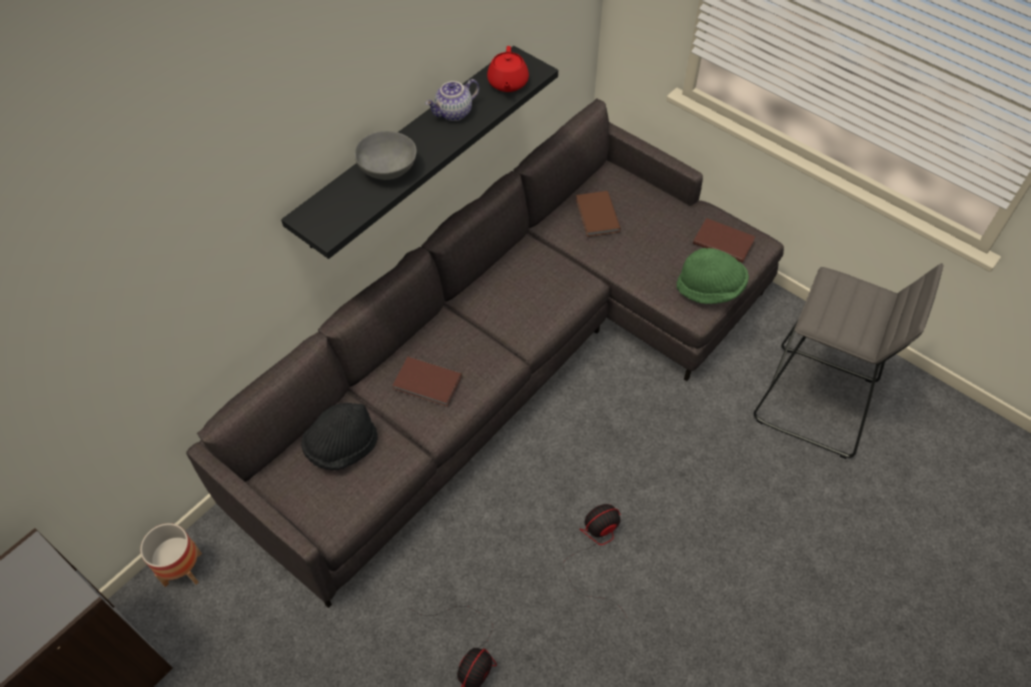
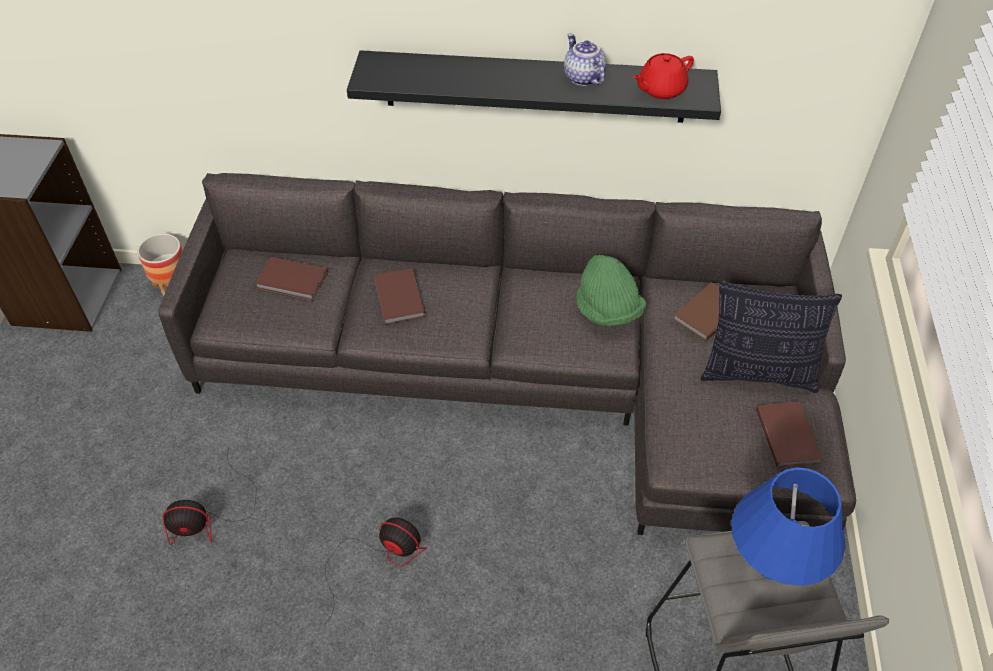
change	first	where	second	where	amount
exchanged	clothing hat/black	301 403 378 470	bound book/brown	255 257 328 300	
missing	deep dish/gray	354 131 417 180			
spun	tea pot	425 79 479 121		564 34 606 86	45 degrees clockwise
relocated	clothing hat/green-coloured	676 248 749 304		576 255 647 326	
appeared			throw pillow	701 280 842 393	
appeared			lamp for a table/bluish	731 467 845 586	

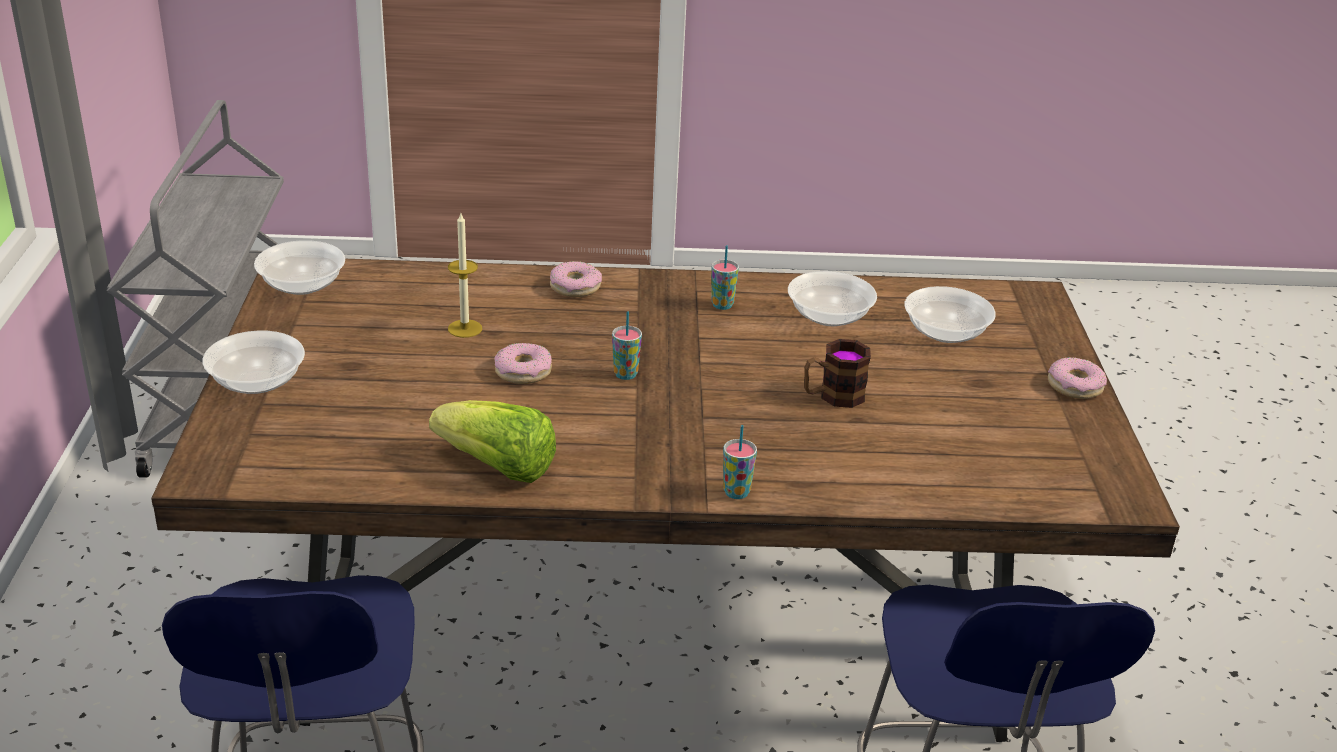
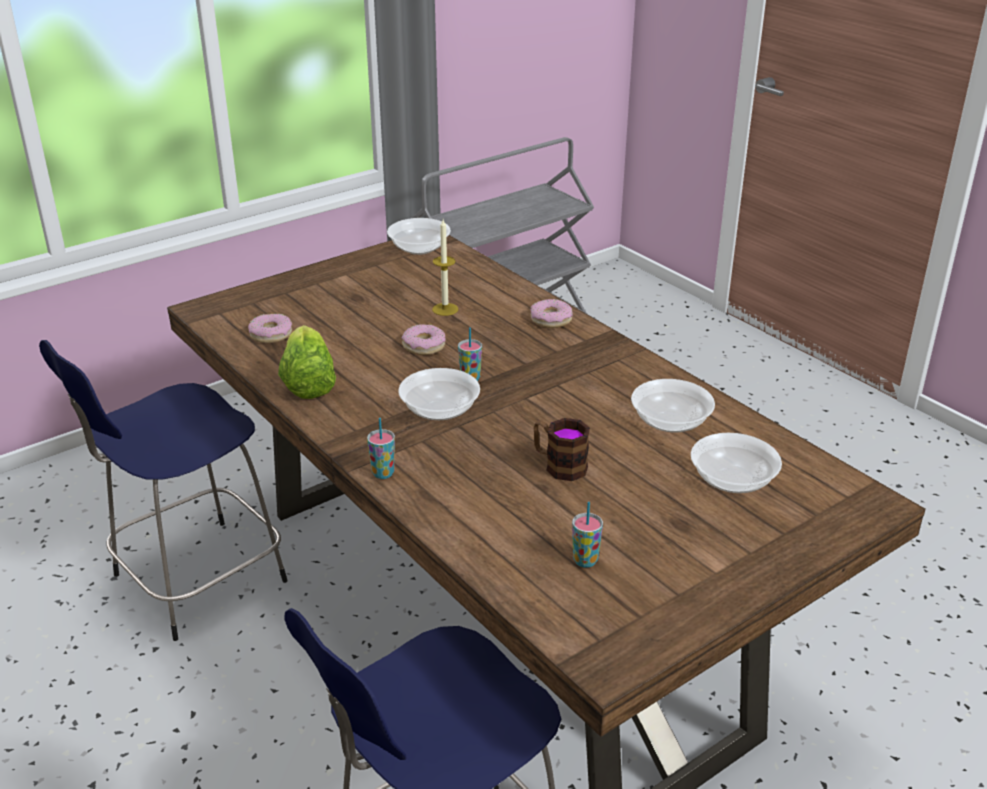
change	first	where	second	where	amount
relocated	deep dish	203 331 305 394		398 368 480 420	
relocated	small cup	711 246 739 310		572 502 603 568	
relocated	ring doughnut	1048 357 1107 399		248 314 292 343	

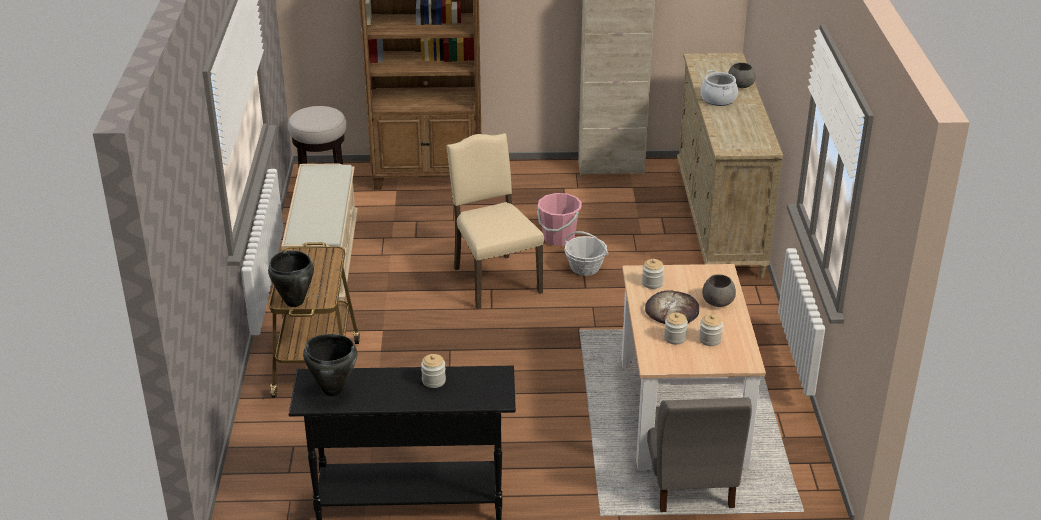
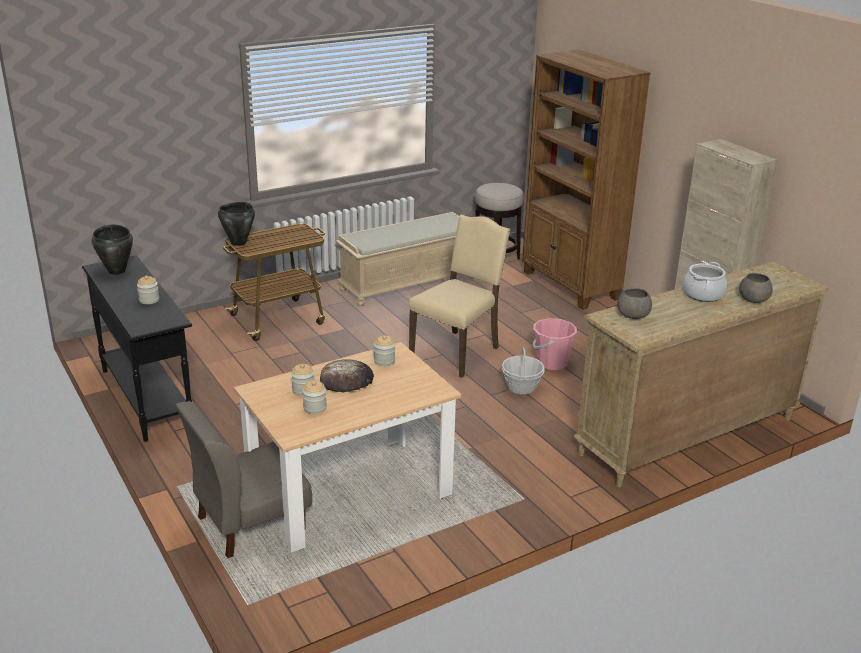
change	first	where	second	where	amount
relocated	deep dish/gray	702 274 736 307		617 288 652 319	

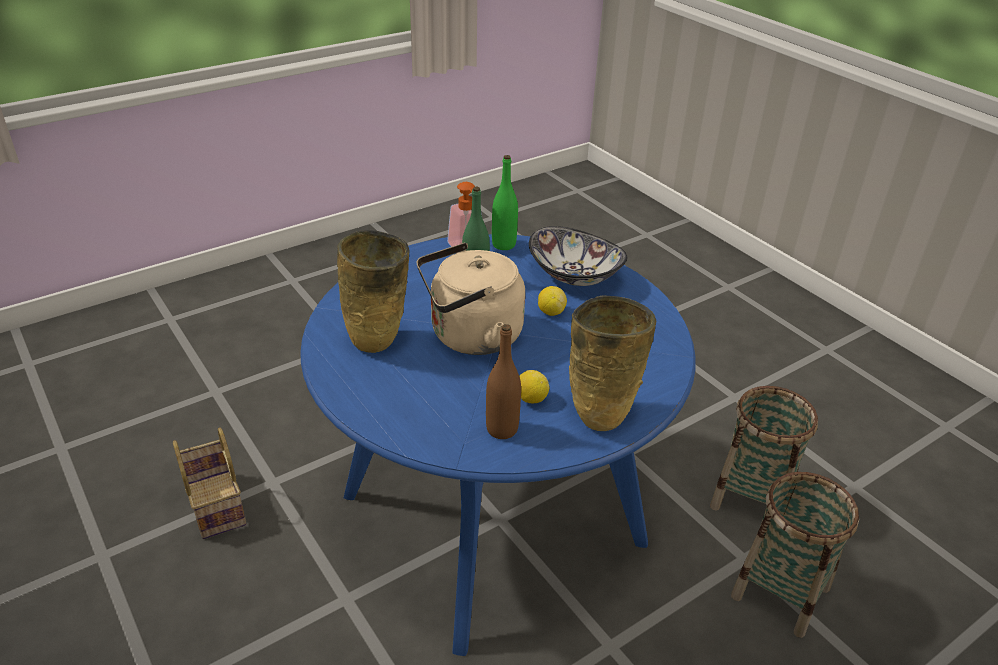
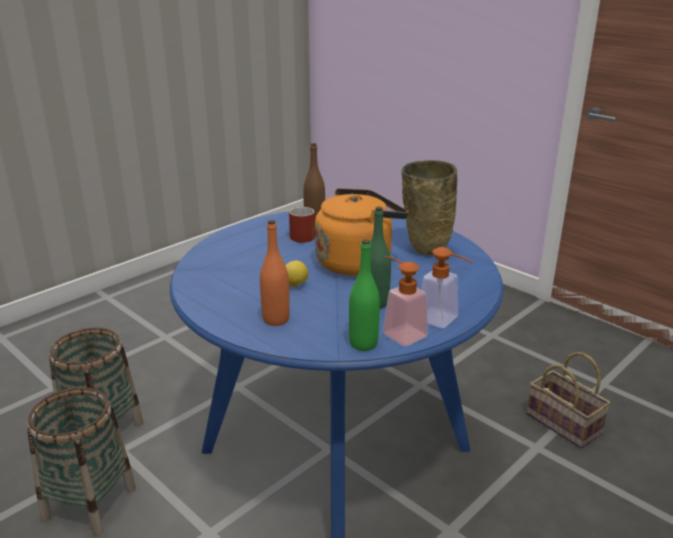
change	first	where	second	where	amount
colour	kettle/beige-coloured	417 243 525 355	kettle/orange-coloured	315 188 408 275	
exchanged	citrus fruit	519 370 549 404	coffee mug/red-coloured	289 207 315 243	
exchanged	deep dish	529 226 627 286	drink bottle/orange-coloured	260 220 290 326	
missing	flower vase/beige-coloured	569 295 656 431			
appeared			soap dispenser	421 247 473 328	

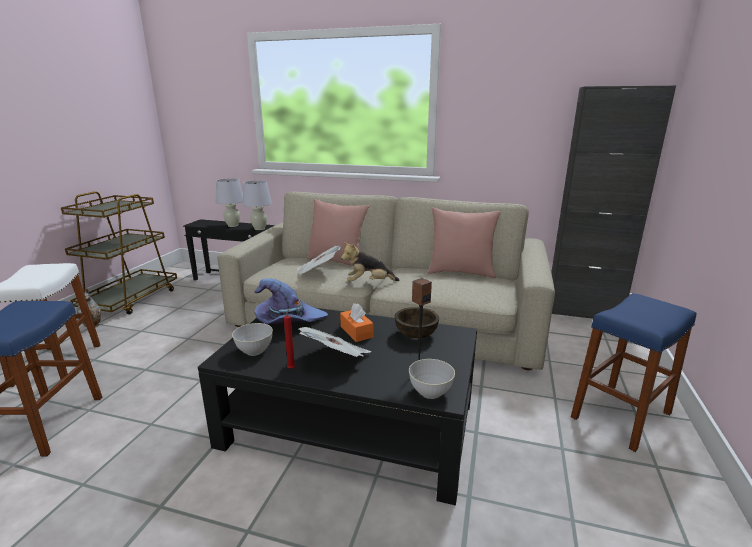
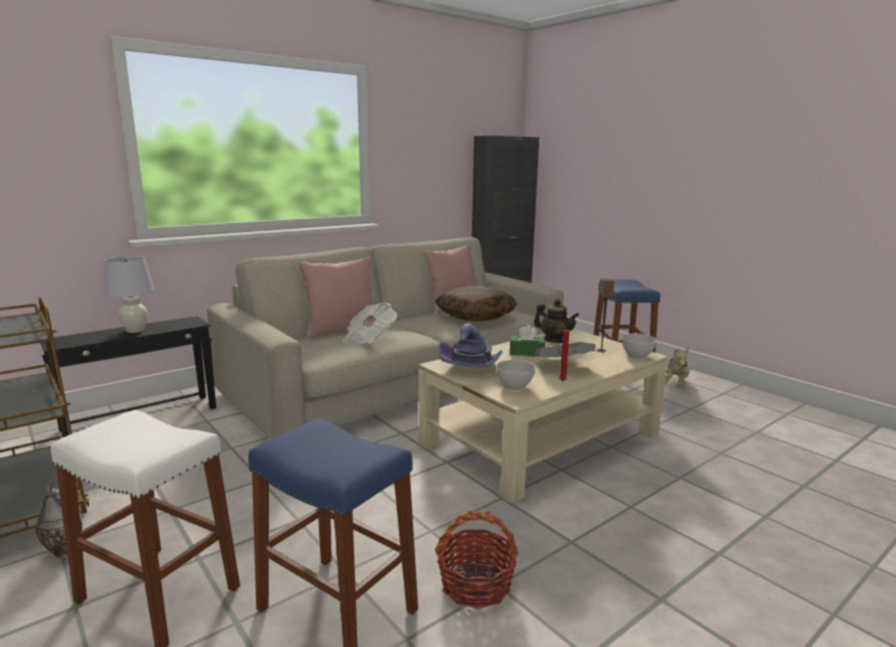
change	first	where	second	where	amount
colour	coffee table/black	198 308 477 506	coffee table/beige-coloured	419 329 668 503	
missing	lamp for a table/white	243 180 272 230			
colour	tissue holder/orange-coloured	340 303 373 342	tissue holder/green-coloured	510 325 545 356	
relocated	soft toy	341 242 400 282		665 348 690 386	
exchanged	deep dish/brown	395 307 439 338	tea pot	534 299 579 343	
appeared			storage basket	434 510 518 609	
appeared			throw pillow	435 286 517 321	

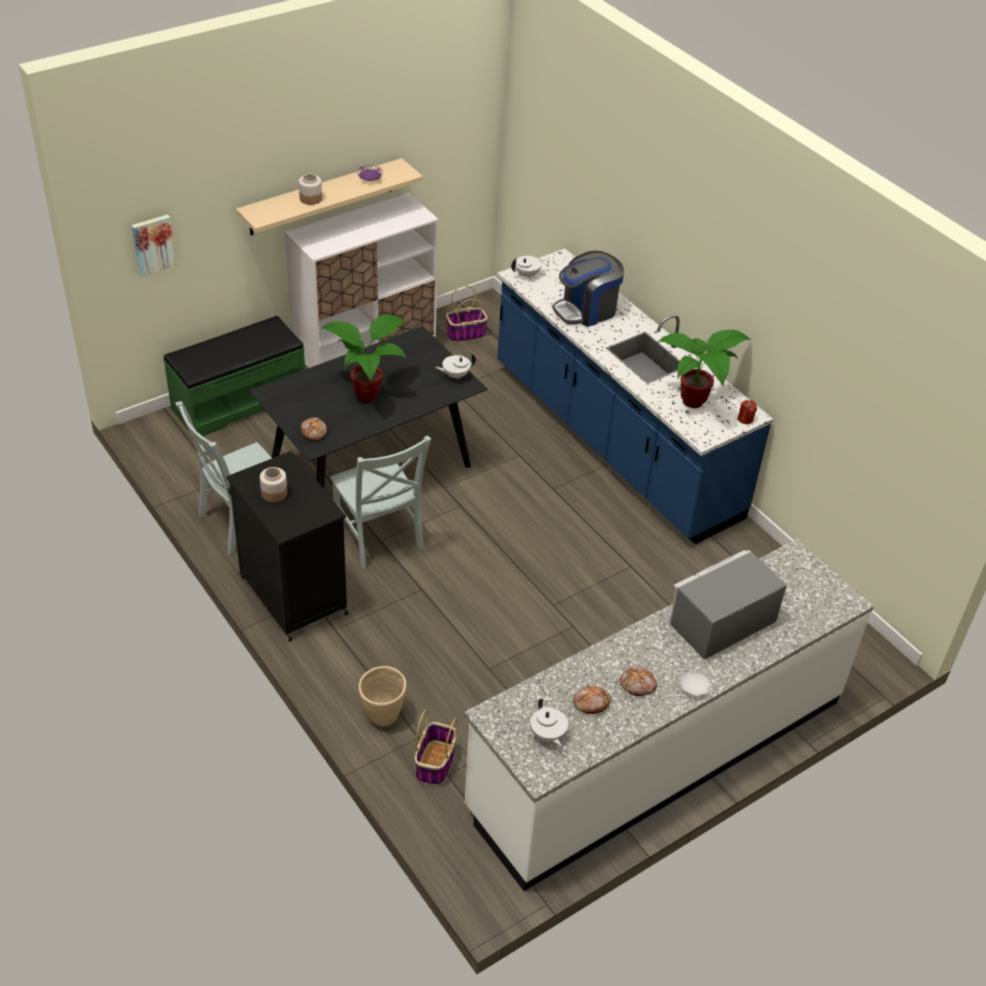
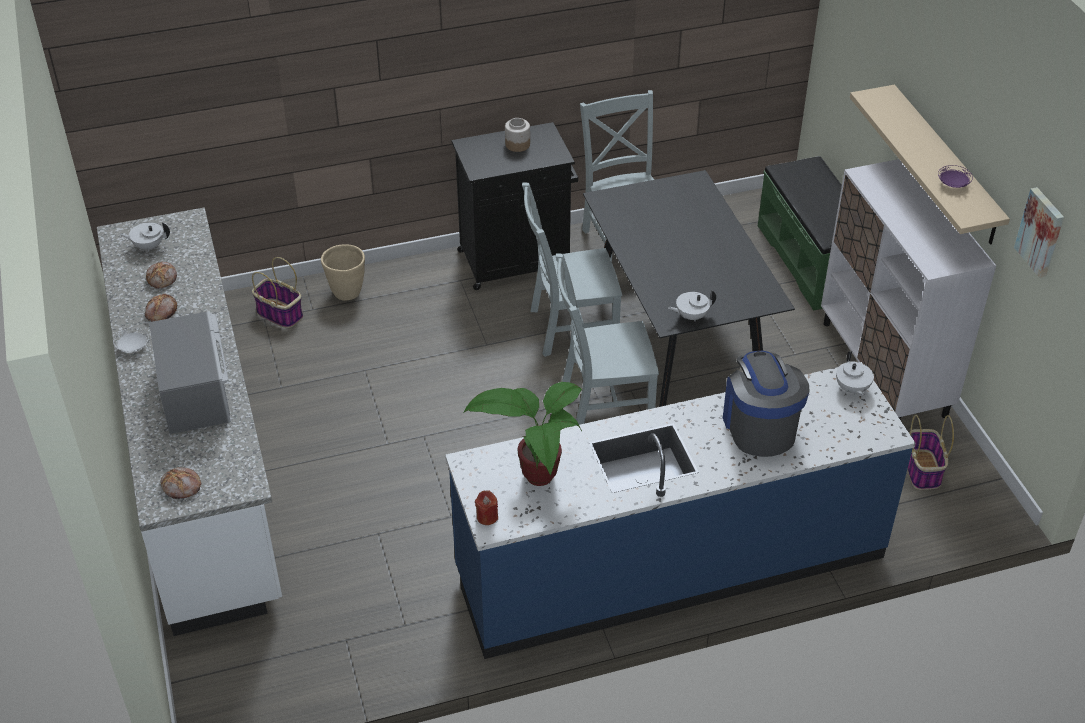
change	first	where	second	where	amount
relocated	picture	132 214 177 277		1014 187 1064 278	
missing	jar	299 174 322 205			
relocated	baked bread	301 417 327 441		160 467 201 499	
missing	plant in a pot	321 315 407 403			
spun	tea pot/white	435 353 476 380		668 290 716 321	105 degrees counterclockwise
appeared			plain chair/gray	556 253 659 426	

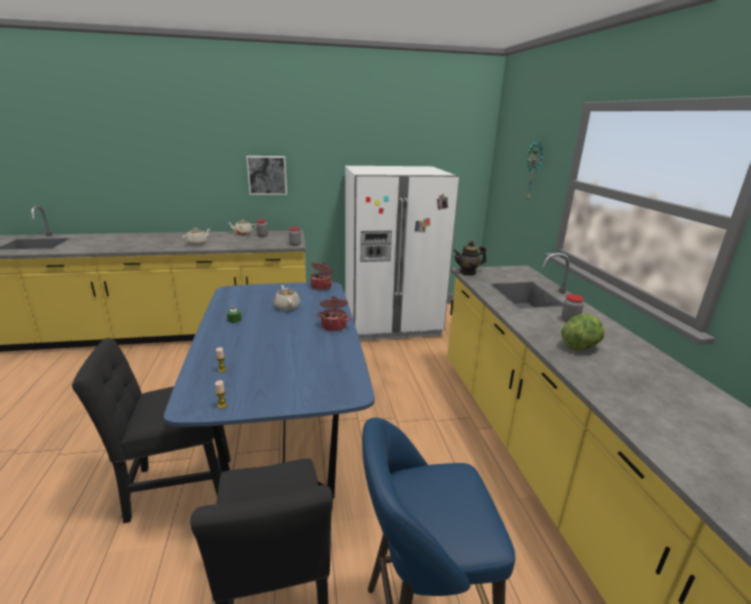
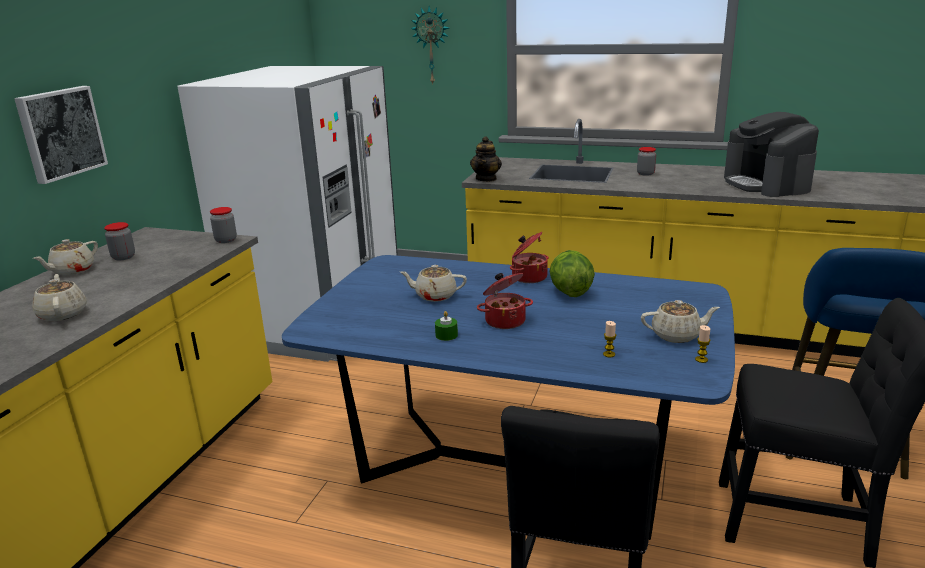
change	first	where	second	where	amount
relocated	cooking pot	311 262 333 290		477 273 533 329	
relocated	lettuce	561 314 604 350		550 250 595 297	
appeared			tea pot/beige-coloured	641 300 720 343	
appeared			coffee brewer	724 112 819 197	

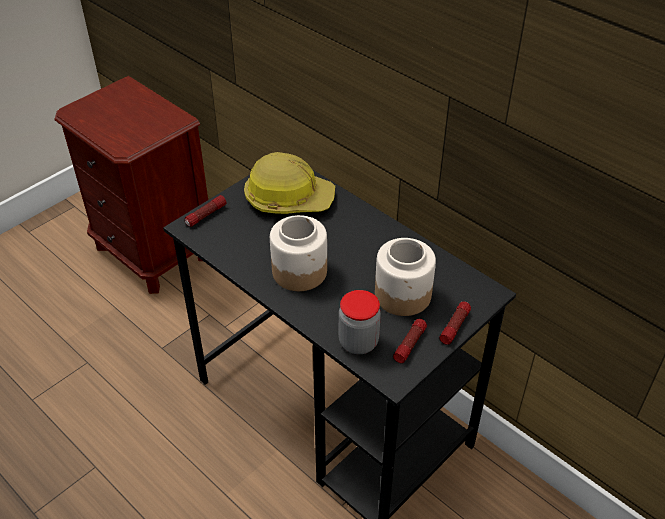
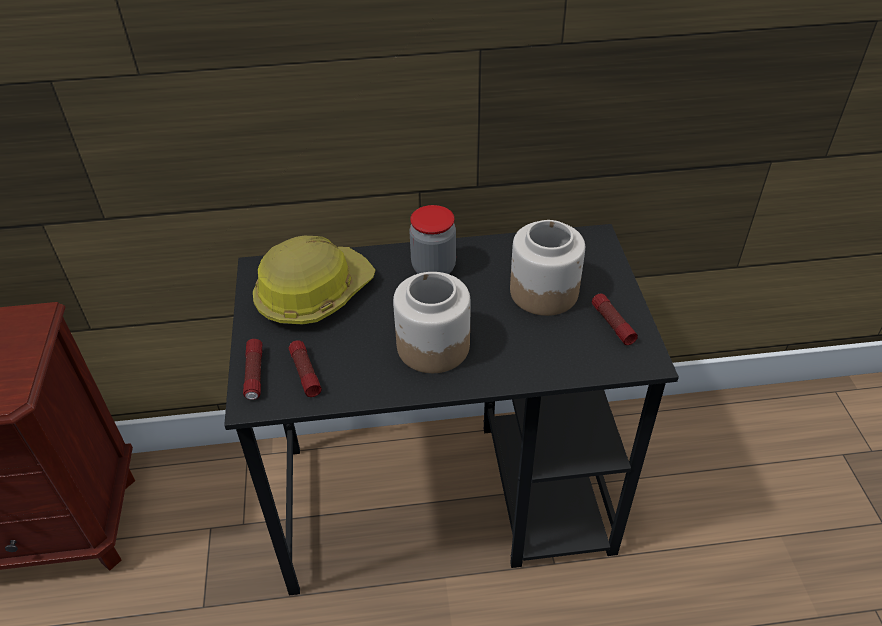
change	first	where	second	where	amount
relocated	jar	339 290 381 354		409 205 456 274	
relocated	torch	439 302 471 345		289 340 322 397	

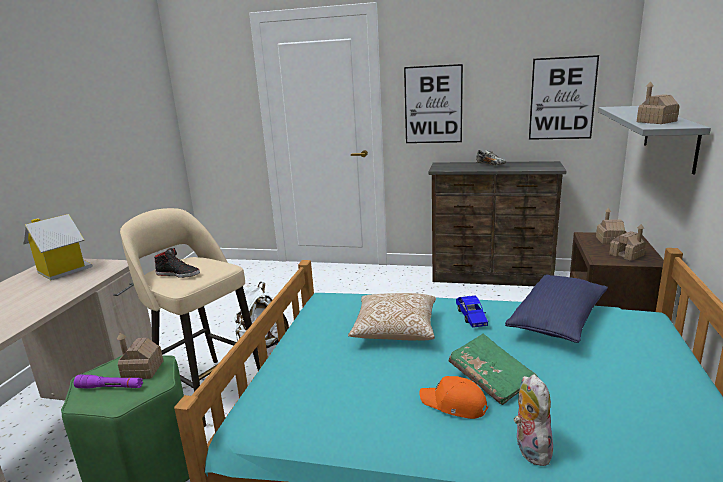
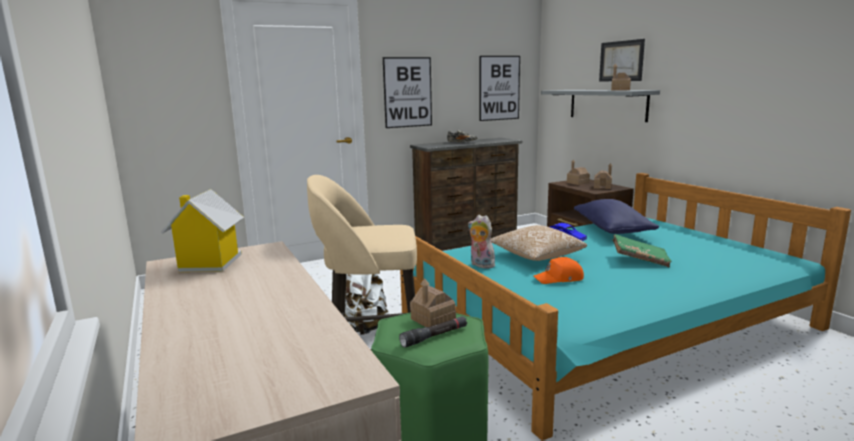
change	first	where	second	where	amount
colour	torch/purple-coloured	74 375 143 389	torch/black	399 316 467 347	
missing	low shoe/black	154 248 200 278			
relocated	peaked cap/orange-coloured	420 376 488 419		534 257 584 284	
relocated	soft toy	514 374 553 466		468 215 495 268	
appeared			picture	599 39 645 82	

